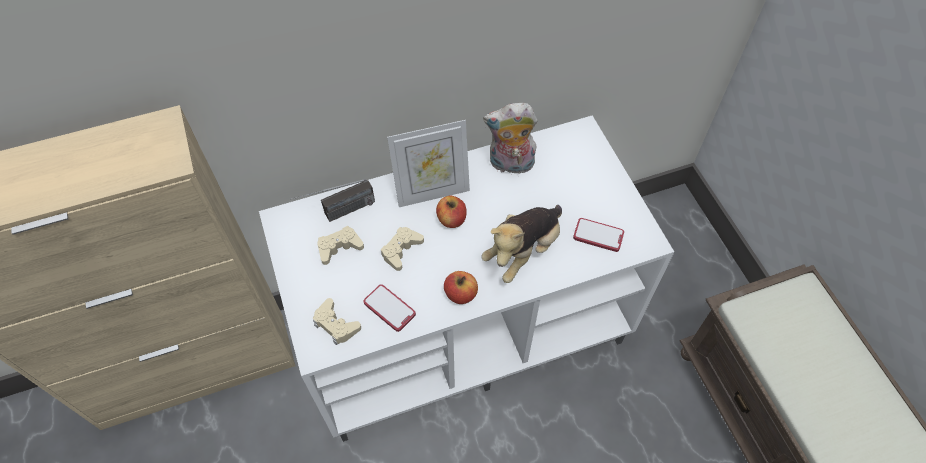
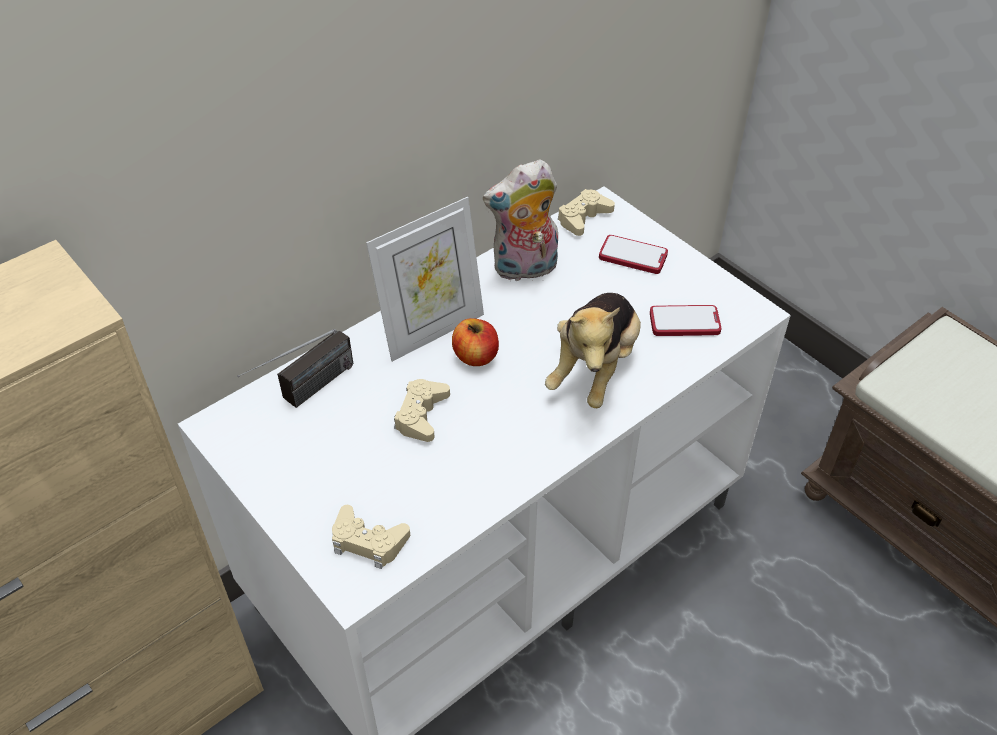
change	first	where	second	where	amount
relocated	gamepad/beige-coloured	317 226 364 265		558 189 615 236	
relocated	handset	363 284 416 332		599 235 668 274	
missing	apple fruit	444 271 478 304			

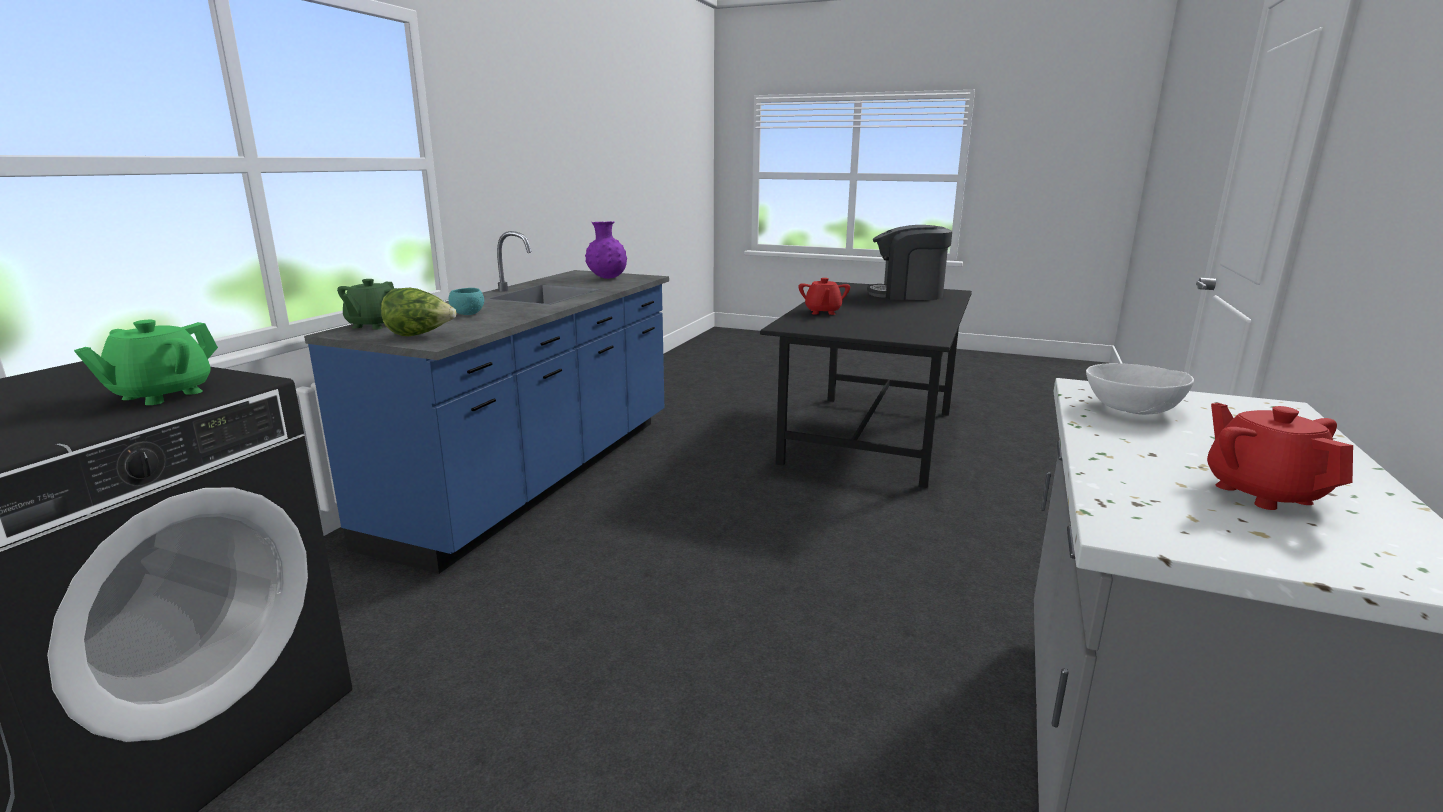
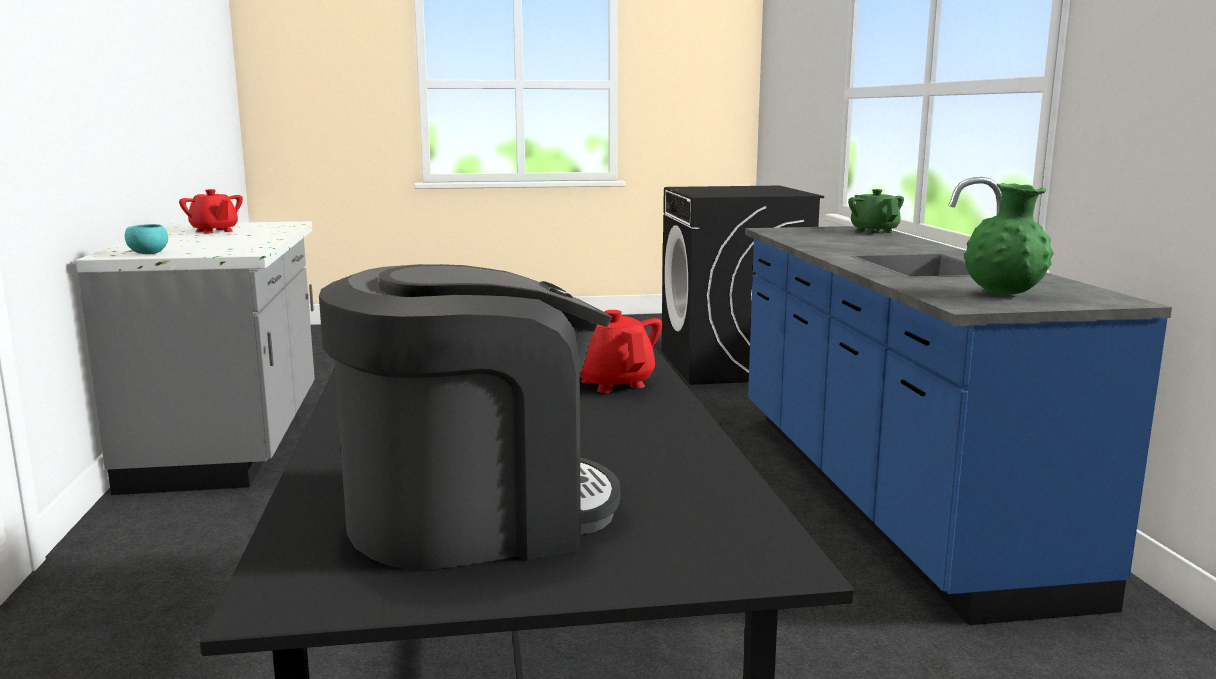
change	first	where	second	where	amount
missing	tea pot/green-coloured	74 320 218 405			
missing	lettuce	381 288 456 336			
relocated	deep dish/blue-green	448 288 484 315		125 224 168 254	
colour	flower vase/purple-coloured	585 221 627 279	flower vase/green-coloured	964 183 1054 295	
missing	deep dish/white	1086 363 1194 415			

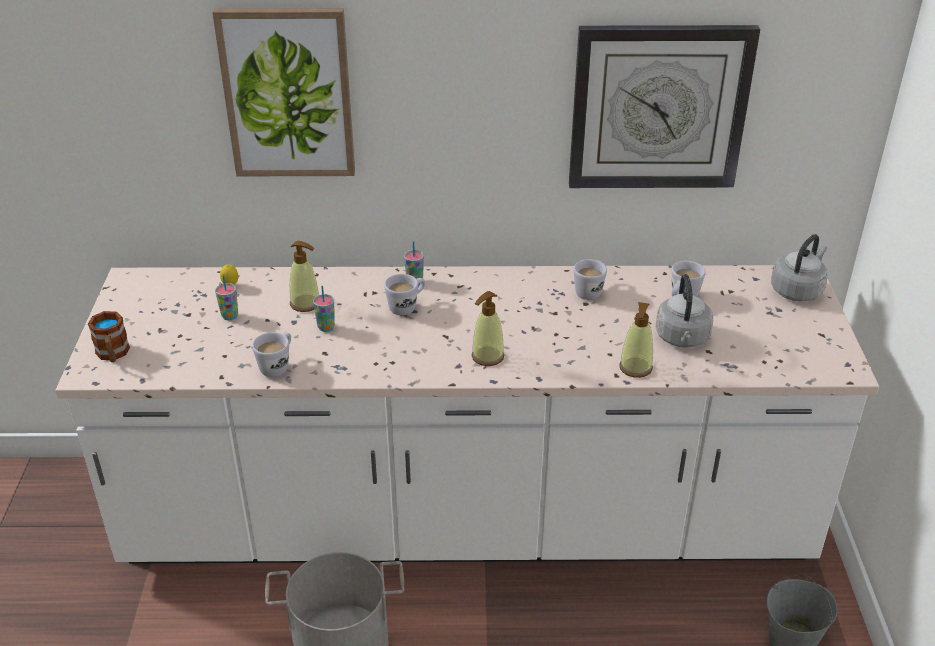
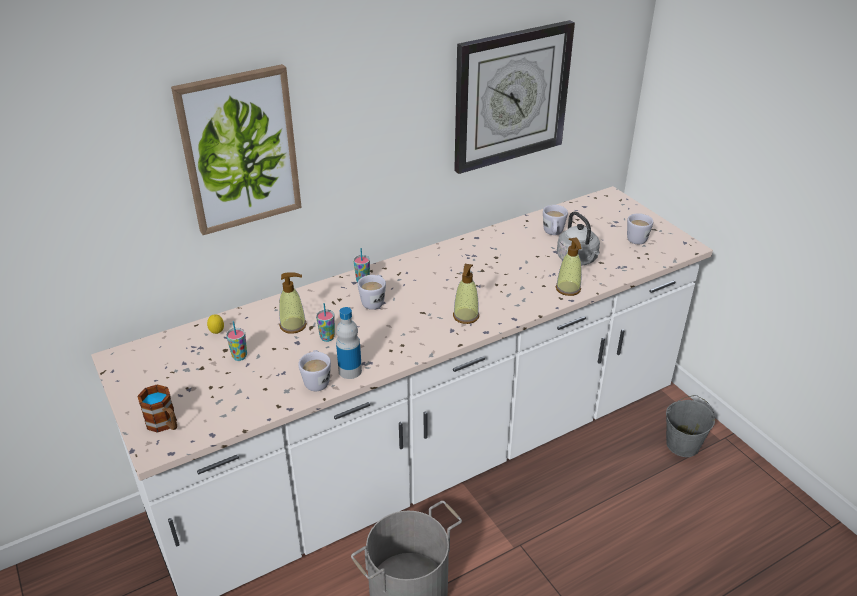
change	first	where	second	where	amount
relocated	coffee mug/white	574 259 607 300		627 213 653 244	
missing	kettle/gray	771 234 828 302			
appeared			drink bottle	336 307 362 379	

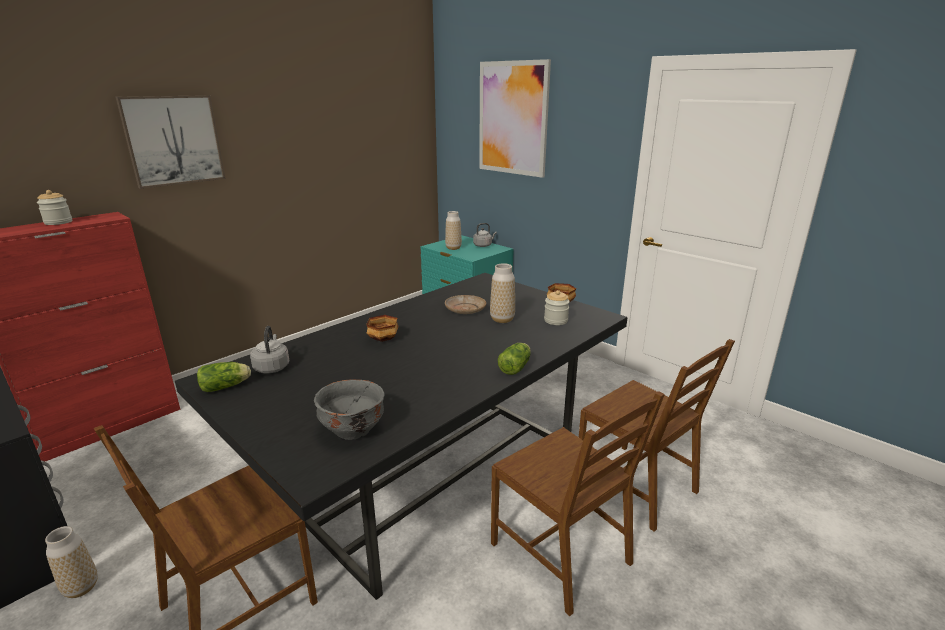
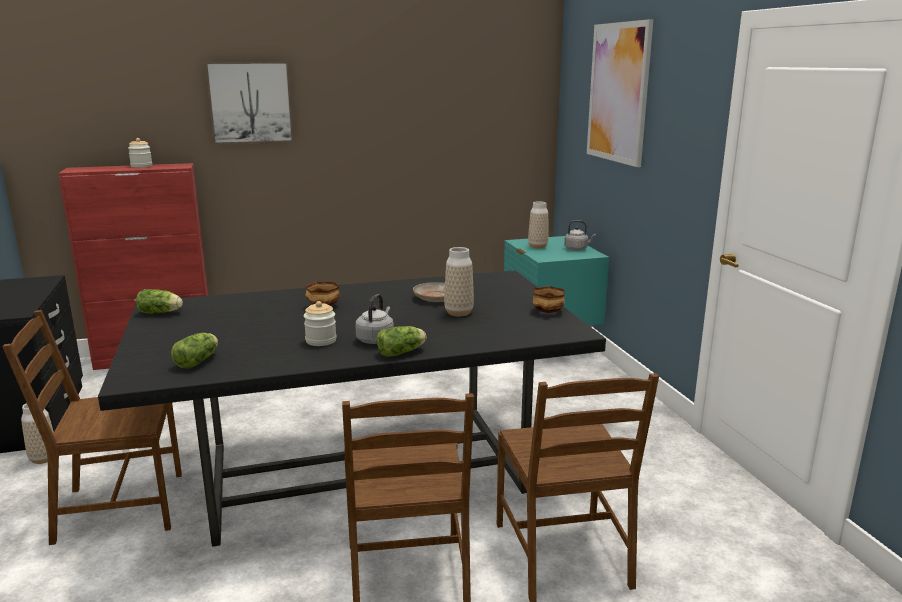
change	first	where	second	where	amount
relocated	kettle/gray	250 326 289 373		355 294 394 344	
exchanged	deep dish/gray	314 380 385 440	lettuce	171 333 218 369	
relocated	jar	544 290 570 325		304 301 337 346	

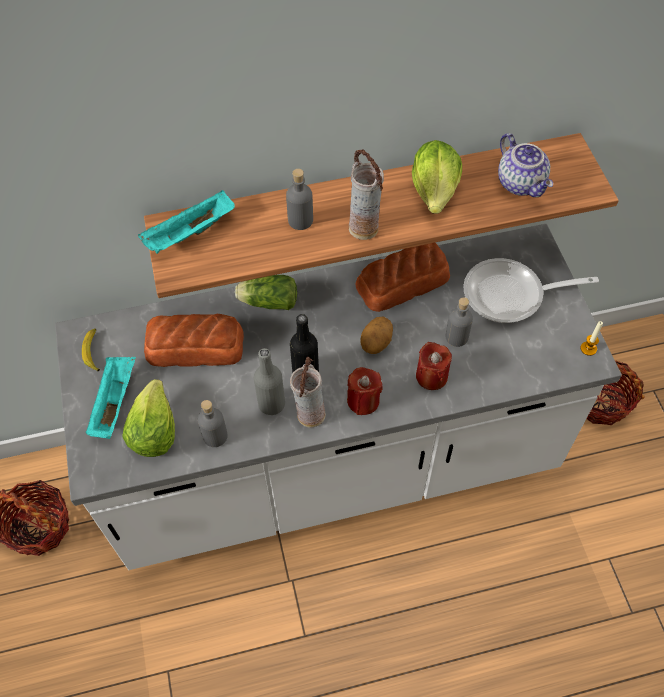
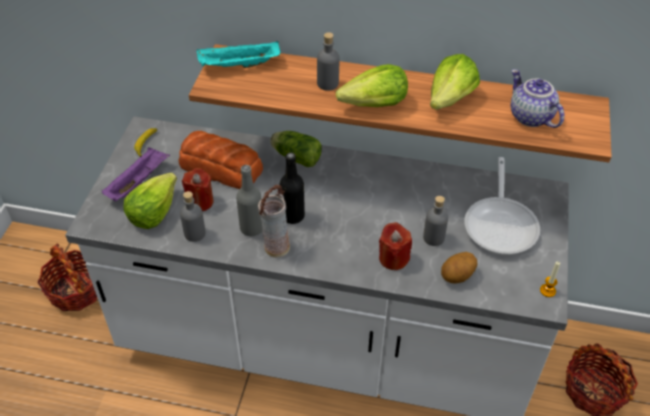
change	first	where	second	where	amount
colour	serving tray/blue-green	85 357 136 439	serving tray/purple-coloured	102 147 170 201	
relocated	wax light/red-coloured	347 367 383 415		182 168 214 211	
exchanged	flower vase	349 149 384 240	lettuce	336 64 408 107	
missing	baked bread	356 243 450 312			
relocated	spud	360 317 393 354		441 252 478 283	
spun	frying pan	463 258 599 323		464 157 540 255	105 degrees counterclockwise
spun	tea pot	498 133 553 197		510 69 564 128	150 degrees clockwise

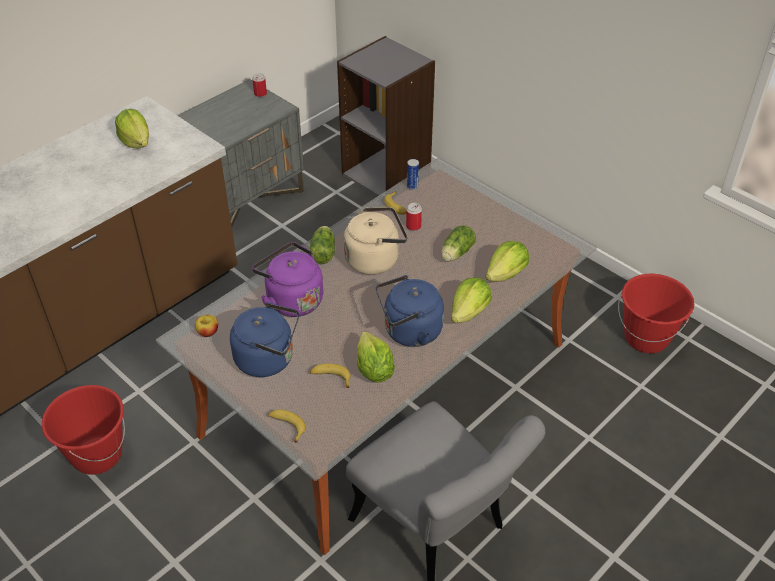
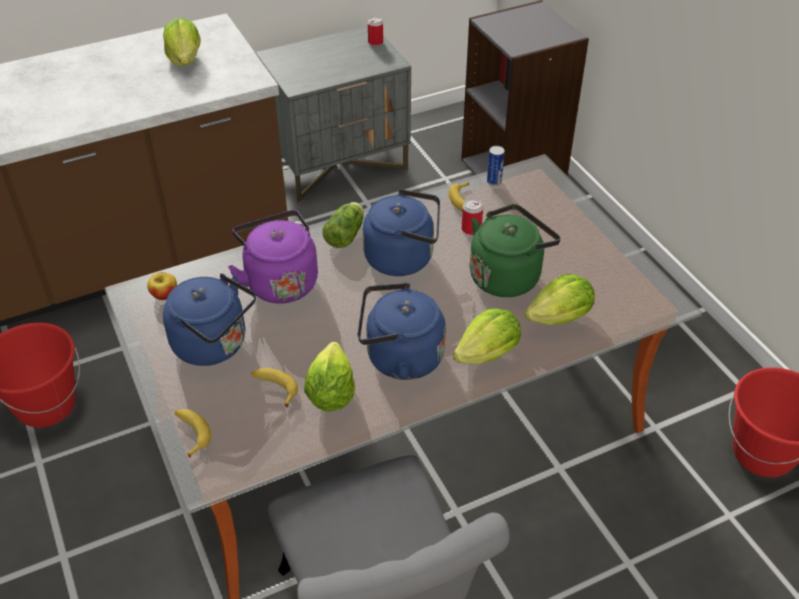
change	first	where	second	where	amount
colour	kettle/beige-coloured	344 207 408 275	kettle/bluish	363 189 440 276	
exchanged	lettuce	441 225 476 261	kettle/green-coloured	470 204 561 297	

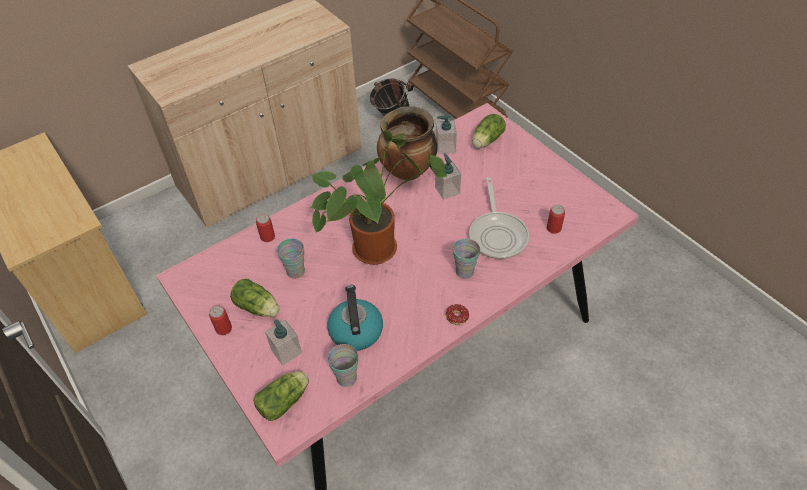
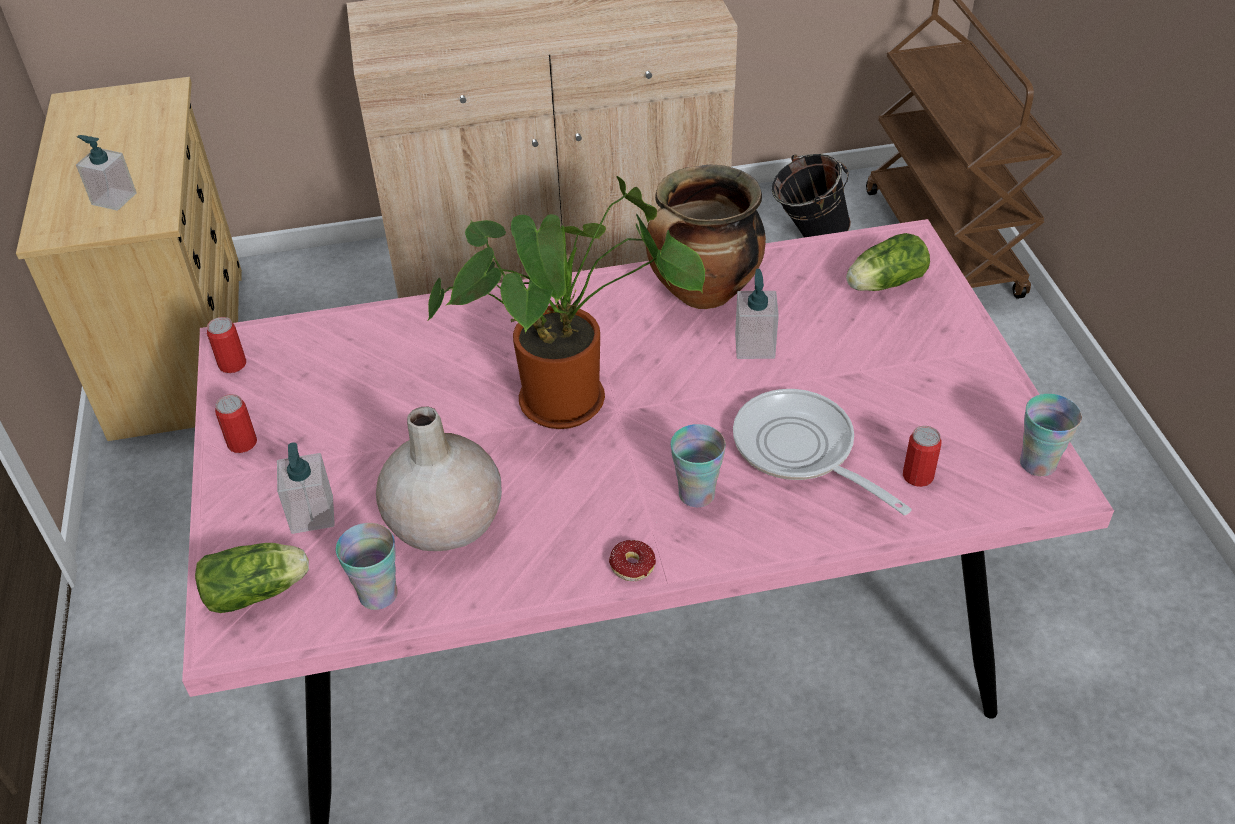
change	first	where	second	where	amount
missing	lettuce	230 279 279 317			
relocated	sealed can	256 214 275 242		207 317 246 373	
relocated	small cup	277 239 305 279		1020 394 1082 476	
exchanged	kettle	327 285 383 351	flower vase/beige-coloured	376 406 502 551	
relocated	soap dispenser	436 115 457 154		76 135 137 210	
spun	frying pan	469 177 529 259		733 389 912 515	120 degrees clockwise

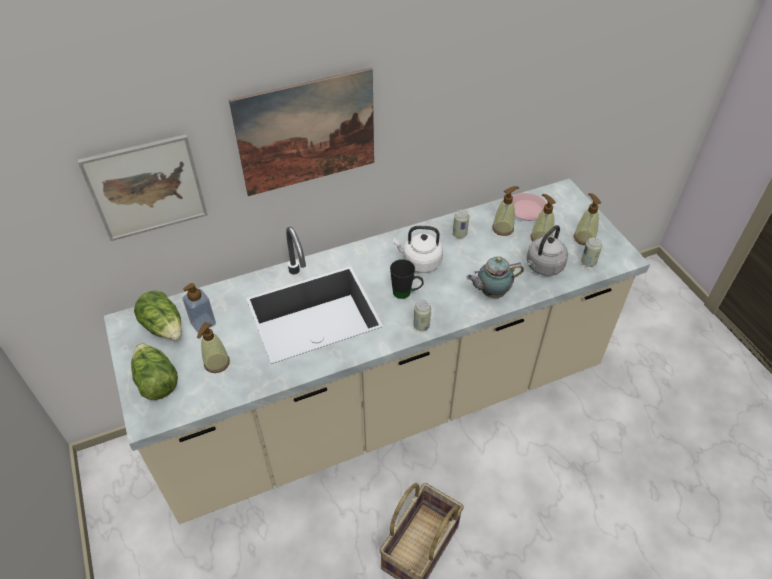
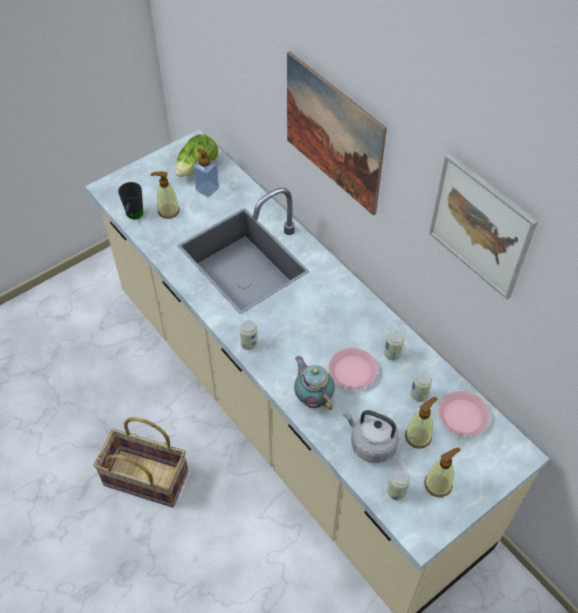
change	first	where	second	where	amount
relocated	picture	77 134 208 241		429 153 538 300	
missing	lettuce	131 343 178 400			
relocated	coffee mug/black	390 259 424 299		118 182 143 220	
missing	kettle/white	393 226 443 273			
exchanged	soap dispenser	492 186 519 236	sealed can	410 372 432 402	
appeared			flat dish/pink	328 348 378 390	

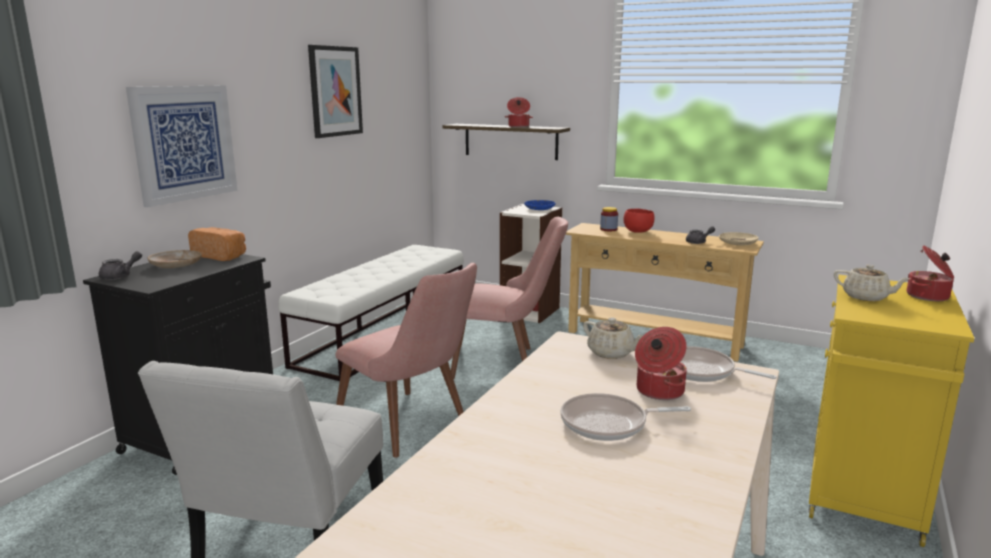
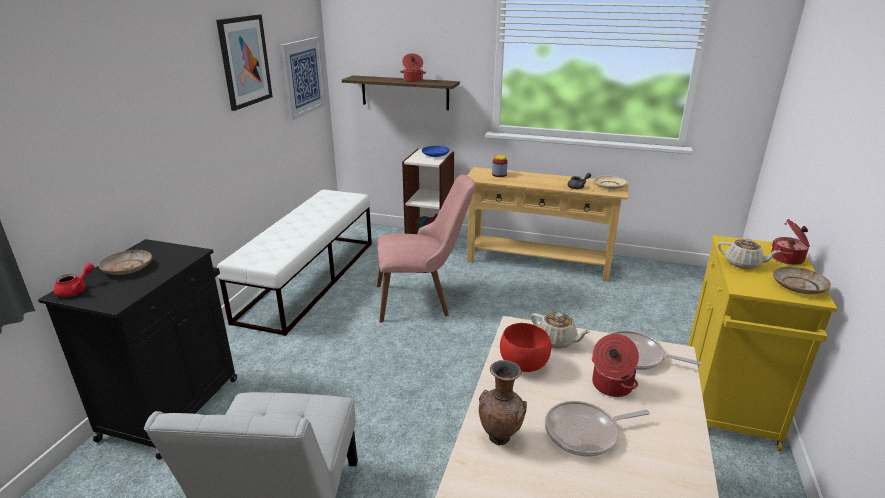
change	first	where	second	where	amount
colour	tea pot/gray	99 251 142 280	tea pot/red-coloured	54 263 94 297	
relocated	picture	126 85 238 207		280 37 326 120	
missing	baked bread	188 227 246 261			
missing	plain chair/pink	335 263 477 458			
relocated	deep dish/red-coloured	624 209 655 233		500 323 551 372	
appeared			flower vase/brown	479 360 527 446	
appeared			flat dish/beige-coloured	773 266 831 294	

